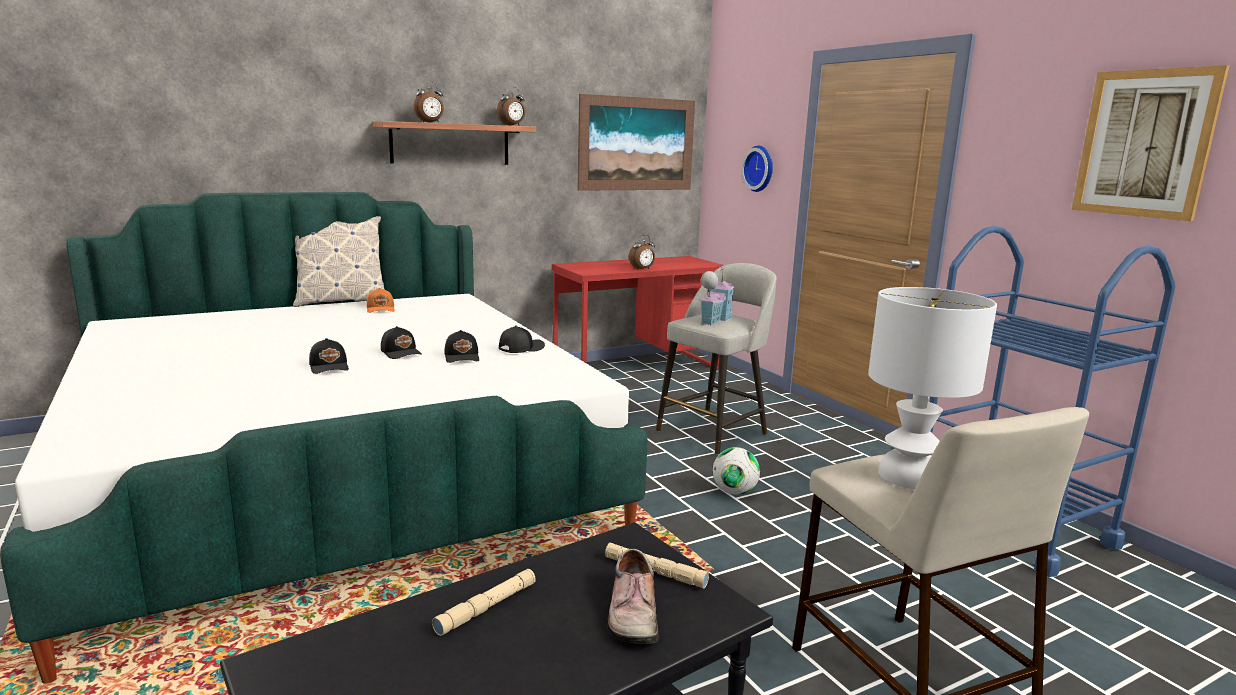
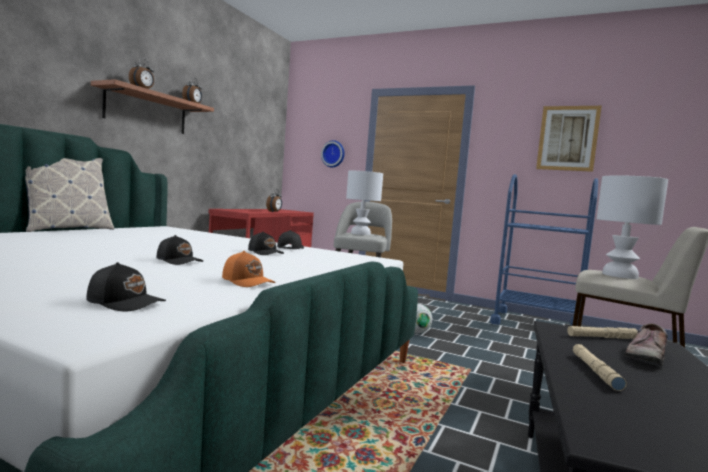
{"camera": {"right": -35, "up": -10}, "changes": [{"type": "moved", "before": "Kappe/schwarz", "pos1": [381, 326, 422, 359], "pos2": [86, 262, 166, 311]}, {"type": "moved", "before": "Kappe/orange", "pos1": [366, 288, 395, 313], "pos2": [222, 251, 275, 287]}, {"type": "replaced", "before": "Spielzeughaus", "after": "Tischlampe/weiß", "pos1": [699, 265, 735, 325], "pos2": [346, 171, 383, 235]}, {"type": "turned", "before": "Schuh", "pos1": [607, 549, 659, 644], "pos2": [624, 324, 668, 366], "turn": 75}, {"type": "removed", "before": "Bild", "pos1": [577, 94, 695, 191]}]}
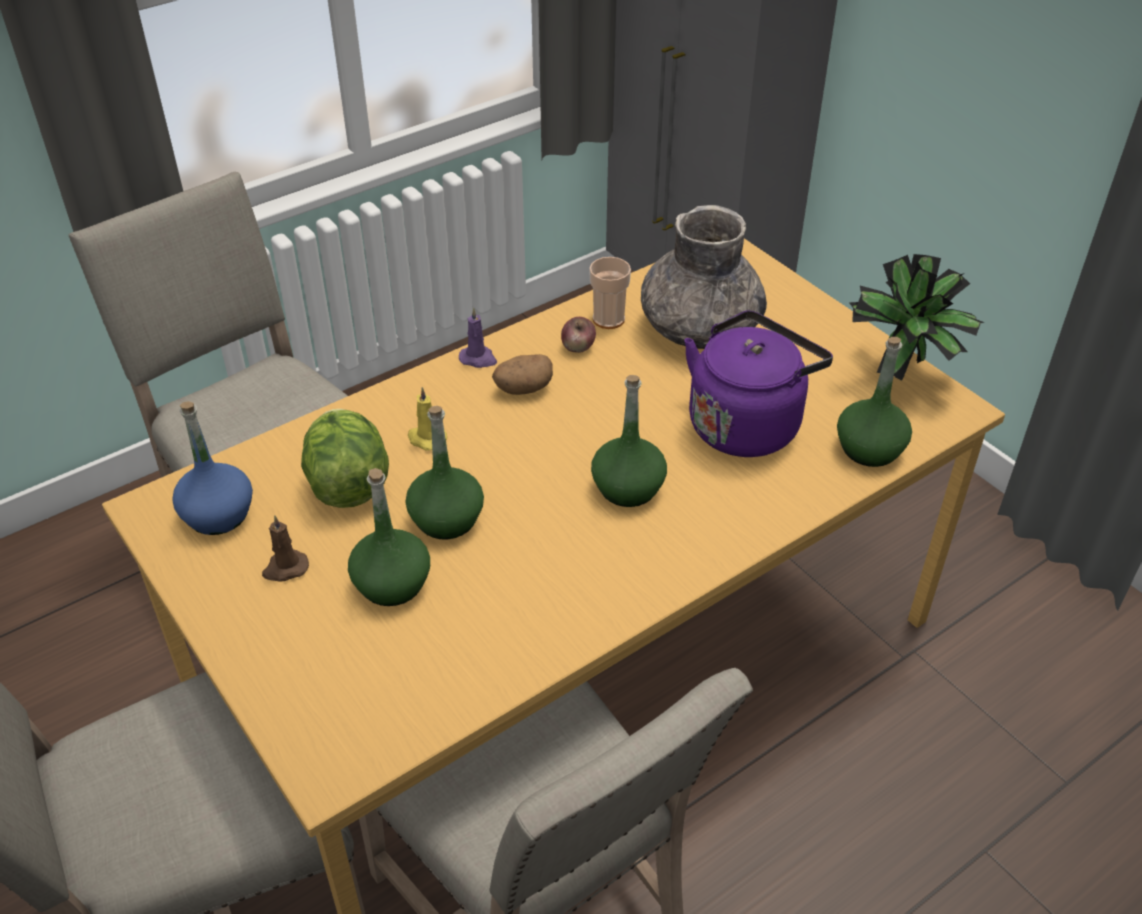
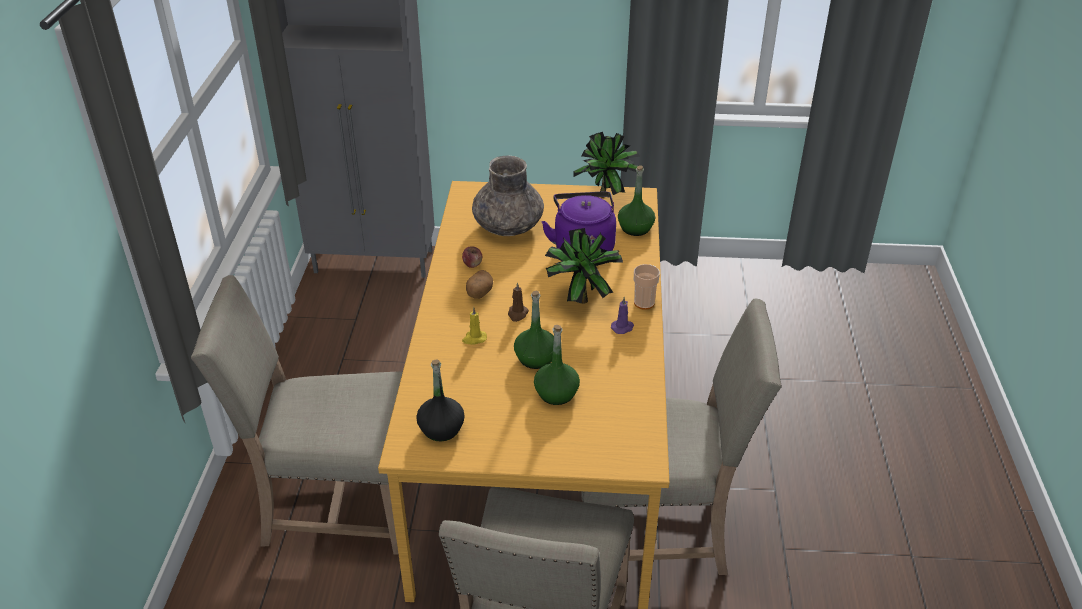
{"camera": {"right": -50, "up": -5}, "changes": [{"type": "recoloured", "before": "Flasche/blau", "after": "Flasche/schwarz", "pos1": [172, 401, 253, 535], "pos2": [416, 359, 465, 441]}, {"type": "moved", "before": "Kerze/braun", "pos1": [262, 515, 309, 582], "pos2": [508, 282, 529, 322]}, {"type": "replaced", "before": "Flasche/grün", "after": "Topfpflanze", "pos1": [591, 375, 667, 507], "pos2": [545, 228, 623, 304]}, {"type": "moved", "before": "Kerze/lila", "pos1": [459, 307, 497, 368], "pos2": [611, 297, 634, 334]}, {"type": "moved", "before": "Tasse", "pos1": [589, 257, 631, 329], "pos2": [634, 264, 660, 310]}, {"type": "removed", "before": "Salatkopf", "pos1": [301, 409, 389, 508]}]}
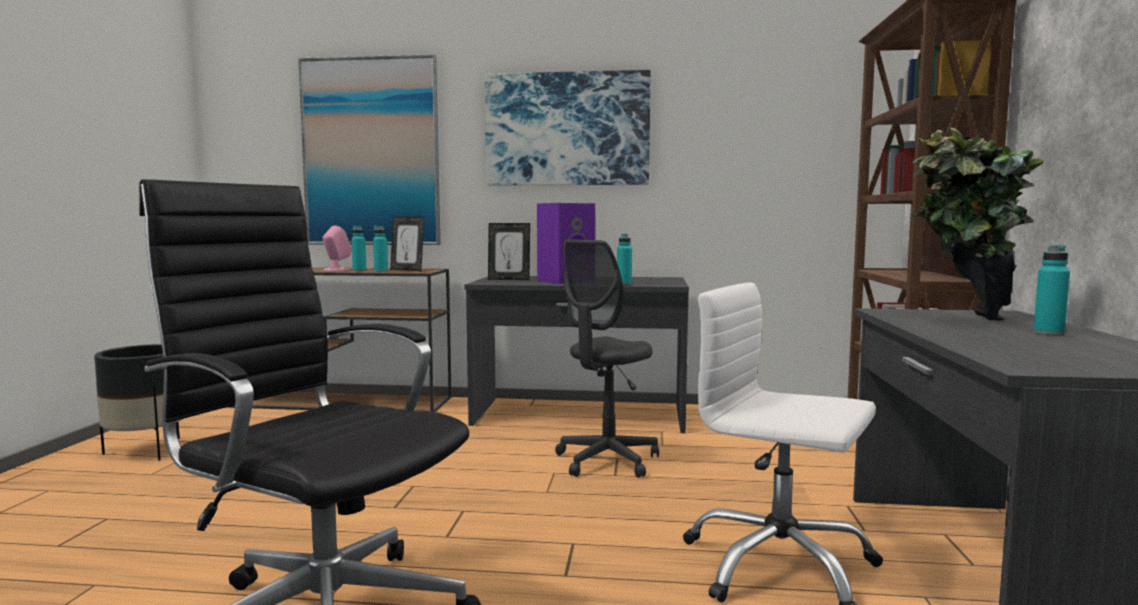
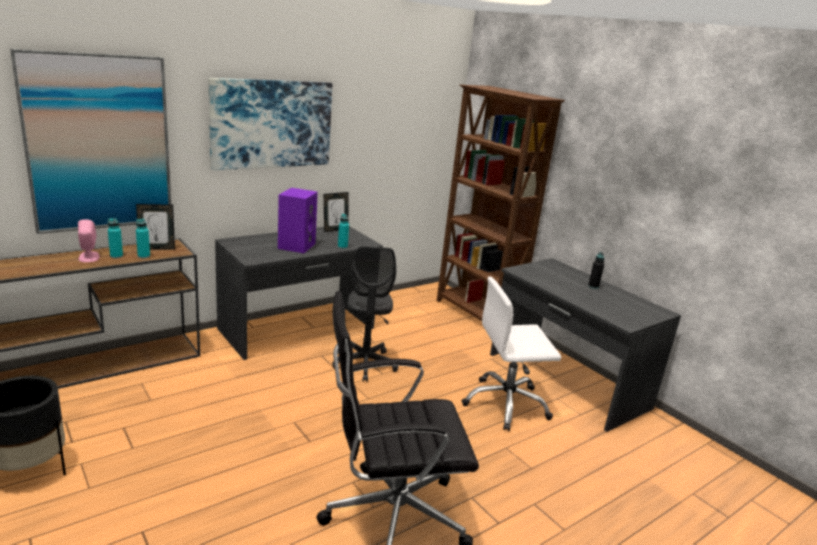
{"camera": {"right": -45, "up": 15}, "changes": [{"type": "moved", "before": "Bilderrahmen", "pos1": [488, 223, 530, 280], "pos2": [324, 192, 349, 232]}, {"type": "recoloured", "before": "Flasche/türkis", "after": "Flasche/schwarz", "pos1": [1033, 245, 1070, 335], "pos2": [588, 252, 605, 289]}, {"type": "removed", "before": "Topfpflanze", "pos1": [910, 128, 1044, 321]}]}
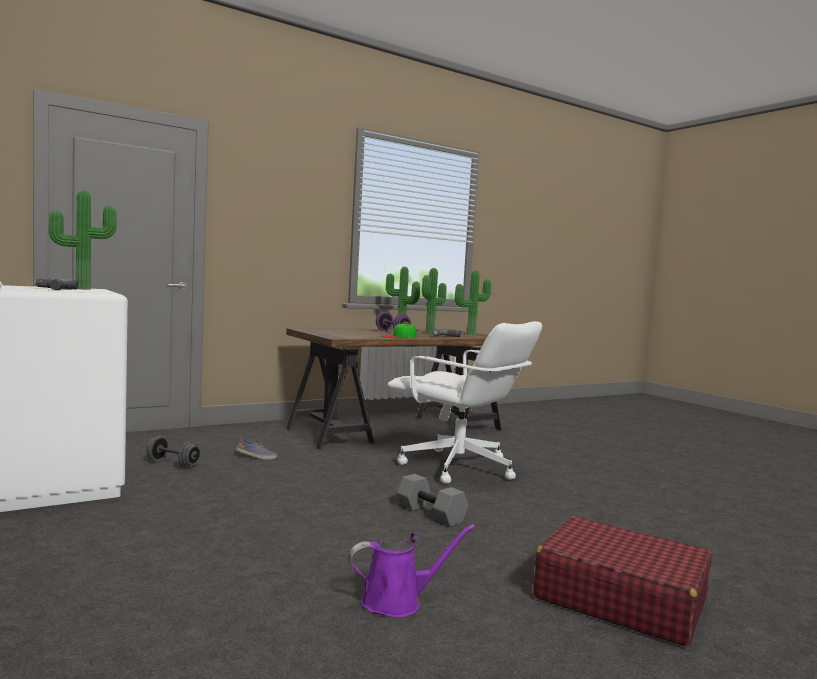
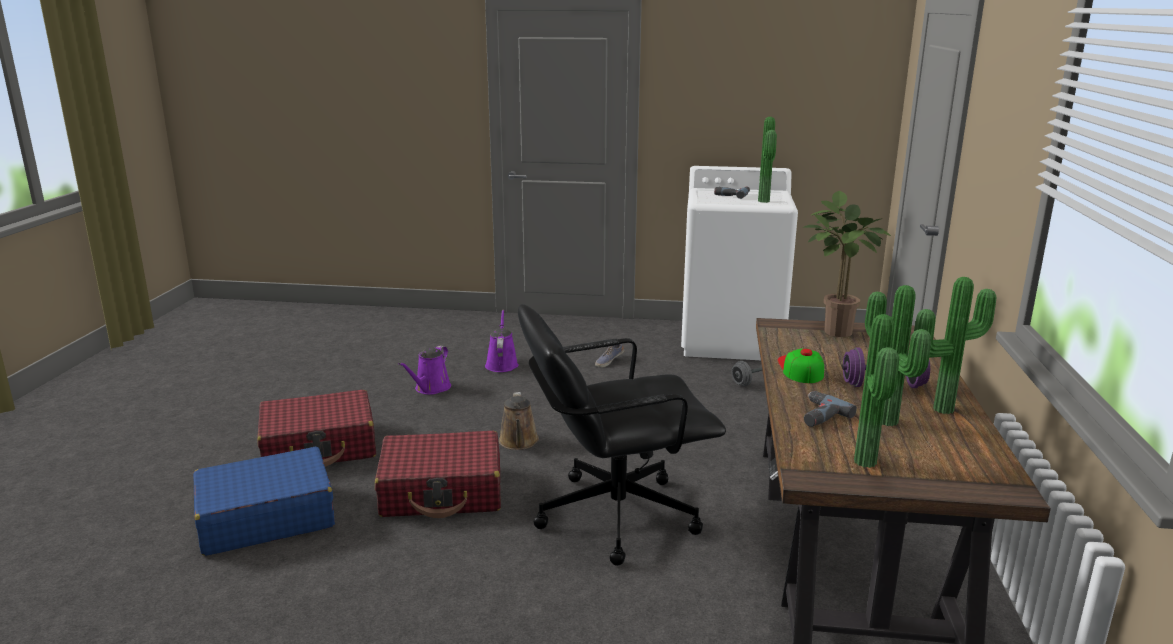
{"camera": {"right": 130, "up": 15}, "changes": [{"type": "added", "after": "Koffer/blau", "pos2": [193, 447, 335, 556]}, {"type": "added", "after": "Koffer/rot", "pos2": [375, 431, 501, 518]}, {"type": "added", "after": "Gießkanne/lila", "pos2": [485, 310, 519, 372]}, {"type": "replaced", "before": "Hantel/grau", "after": "Gießkanne/braun", "pos1": [397, 474, 468, 526], "pos2": [499, 392, 539, 450]}, {"type": "recoloured", "before": "Bürostuhl/weiß", "after": "Bürostuhl/schwarz", "pos1": [388, 321, 542, 484], "pos2": [518, 304, 726, 566]}, {"type": "moved", "before": "Schuh", "pos1": [236, 438, 278, 460], "pos2": [595, 344, 624, 367]}, {"type": "added", "after": "Topfpflanze", "pos2": [803, 191, 891, 337]}]}
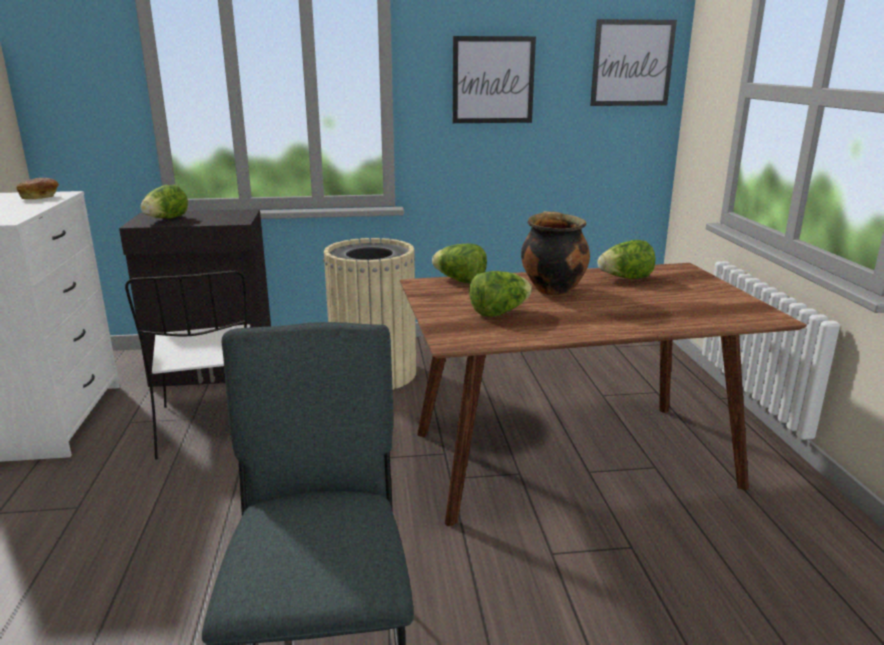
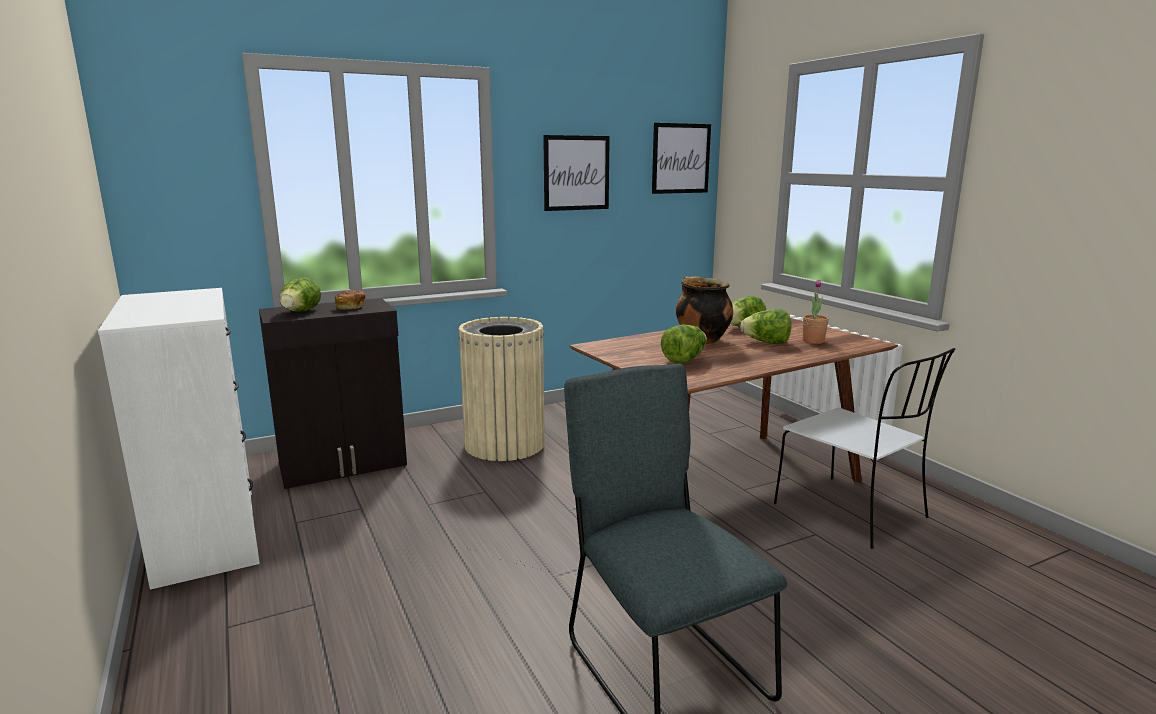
{"camera": {"right": -20, "up": -5}, "changes": [{"type": "moved", "before": "Brot", "pos1": [17, 178, 59, 199], "pos2": [335, 290, 366, 309]}, {"type": "moved", "before": "Salatkopf", "pos1": [432, 243, 487, 284], "pos2": [740, 309, 791, 344]}, {"type": "moved", "before": "Stuhl/weiß", "pos1": [125, 270, 250, 460], "pos2": [774, 348, 955, 549]}, {"type": "added", "after": "Topfpflanze", "pos2": [803, 280, 829, 344]}]}
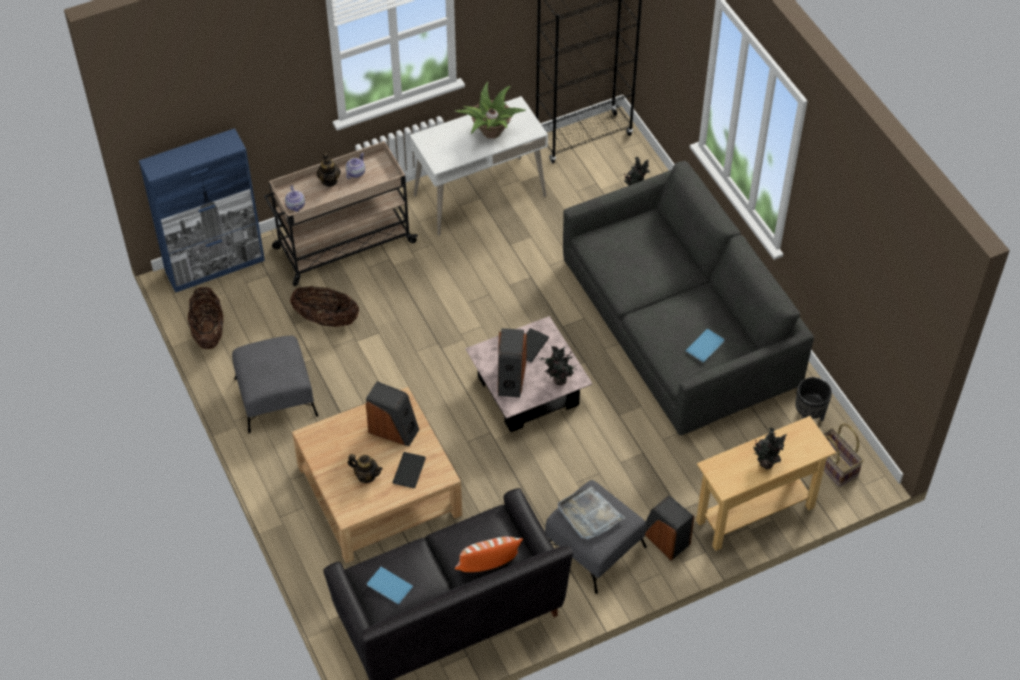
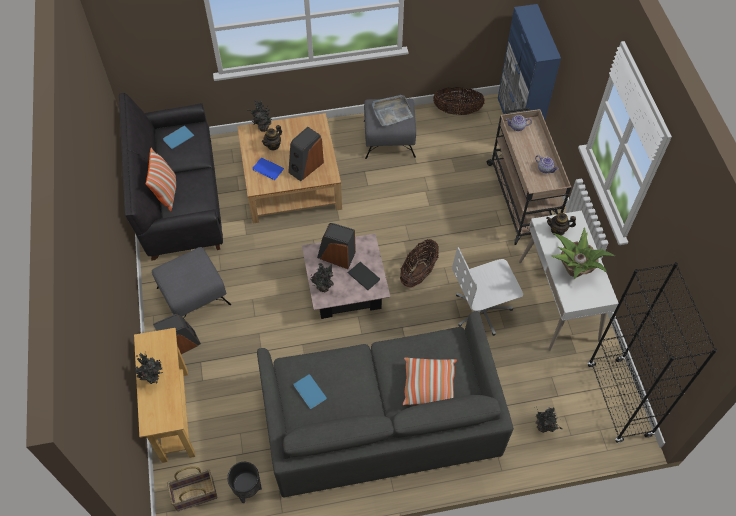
{"camera": {"right": 105, "up": 5}, "changes": [{"type": "added", "after": "Topfpflanze", "pos2": [247, 100, 272, 132]}, {"type": "recoloured", "before": "Buch/schwarz", "after": "Buch/blau", "pos1": [392, 452, 426, 488], "pos2": [253, 157, 284, 180]}, {"type": "moved", "before": "Tablett/grau", "pos1": [558, 487, 625, 539], "pos2": [372, 95, 413, 126]}, {"type": "moved", "before": "Korb", "pos1": [290, 286, 359, 327], "pos2": [400, 239, 439, 288]}, {"type": "added", "after": "Kissen", "pos2": [403, 358, 457, 405]}, {"type": "added", "after": "Bürostuhl/weiß", "pos2": [452, 247, 523, 336]}, {"type": "moved", "before": "Teekanne", "pos1": [316, 153, 341, 187], "pos2": [546, 213, 576, 236]}]}
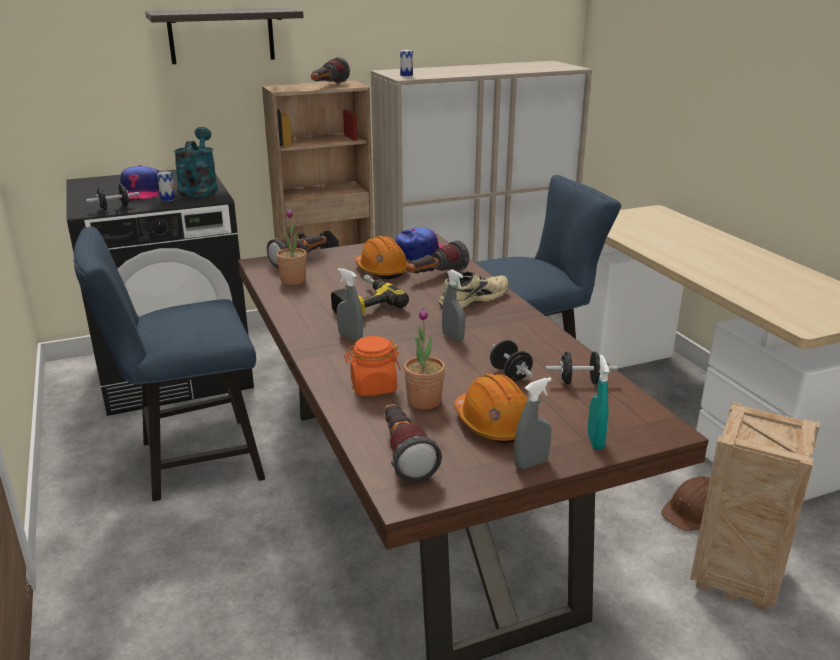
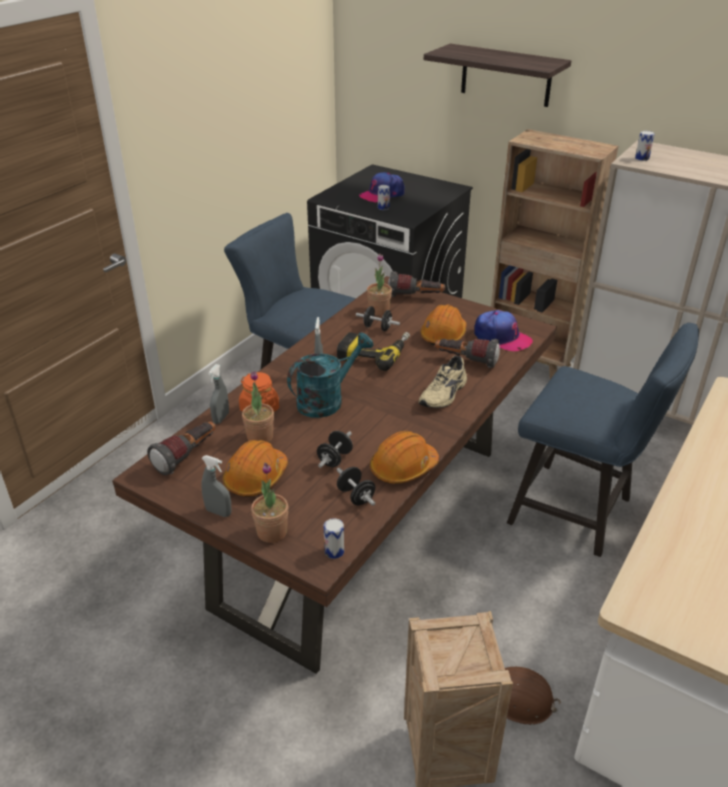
{"camera": {"right": 55, "up": 10}, "changes": [{"type": "moved", "before": "Sprühflasche/grau", "pos1": [442, 270, 465, 342], "pos2": [208, 364, 229, 424]}, {"type": "replaced", "before": "Sprühflasche/türkis", "after": "Topfpflanze", "pos1": [588, 355, 609, 450], "pos2": [251, 463, 288, 543]}, {"type": "moved", "before": "Gießkanne/türkis", "pos1": [174, 127, 218, 197], "pos2": [287, 333, 373, 418]}, {"type": "added", "after": "Dose", "pos2": [324, 518, 344, 559]}, {"type": "moved", "before": "Hantel/schwarz", "pos1": [86, 184, 139, 210], "pos2": [356, 306, 400, 331]}, {"type": "added", "after": "Schutzhelm/orange", "pos2": [370, 431, 439, 484]}, {"type": "turned", "before": "Schuh/beige", "pos1": [439, 272, 509, 308], "pos2": [419, 356, 467, 408], "turn": 105}, {"type": "removed", "before": "Taschenlampe", "pos1": [311, 57, 350, 84]}]}
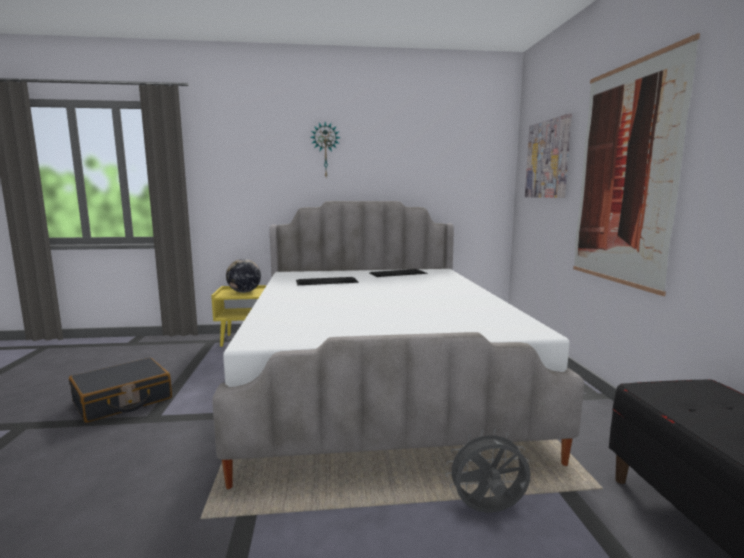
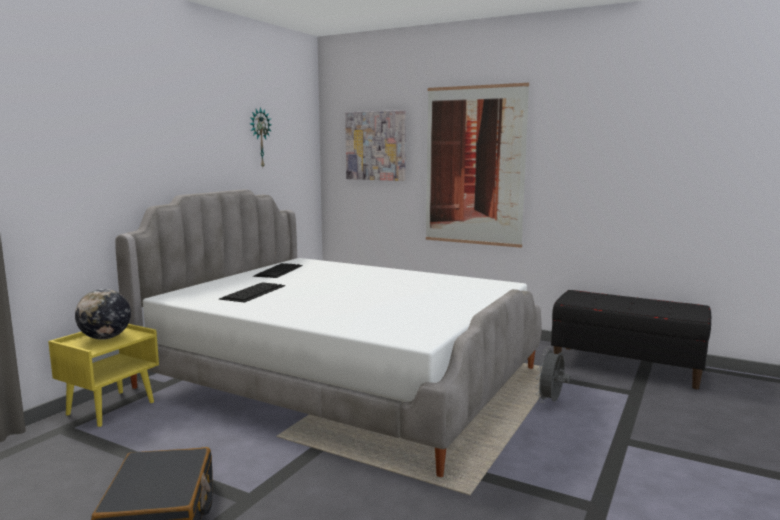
{"camera": {"right": -55, "up": 0}, "changes": [{"type": "moved", "before": "Wanduhr", "pos1": [310, 122, 341, 177], "pos2": [250, 107, 271, 167]}]}
